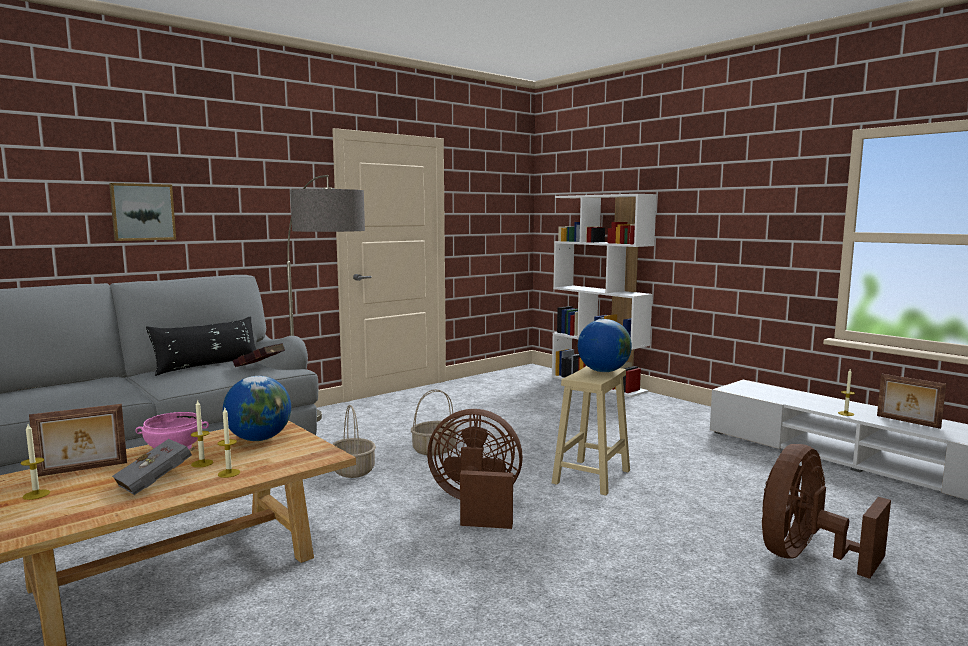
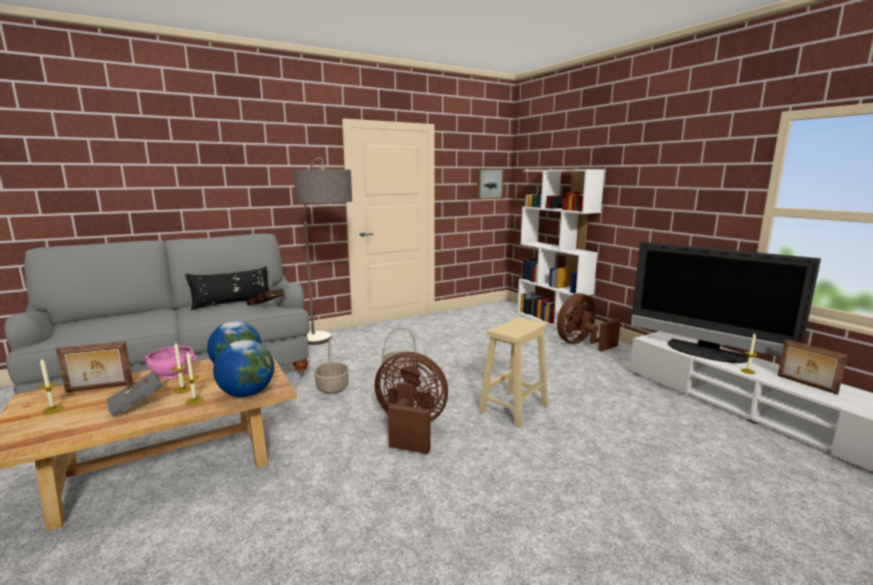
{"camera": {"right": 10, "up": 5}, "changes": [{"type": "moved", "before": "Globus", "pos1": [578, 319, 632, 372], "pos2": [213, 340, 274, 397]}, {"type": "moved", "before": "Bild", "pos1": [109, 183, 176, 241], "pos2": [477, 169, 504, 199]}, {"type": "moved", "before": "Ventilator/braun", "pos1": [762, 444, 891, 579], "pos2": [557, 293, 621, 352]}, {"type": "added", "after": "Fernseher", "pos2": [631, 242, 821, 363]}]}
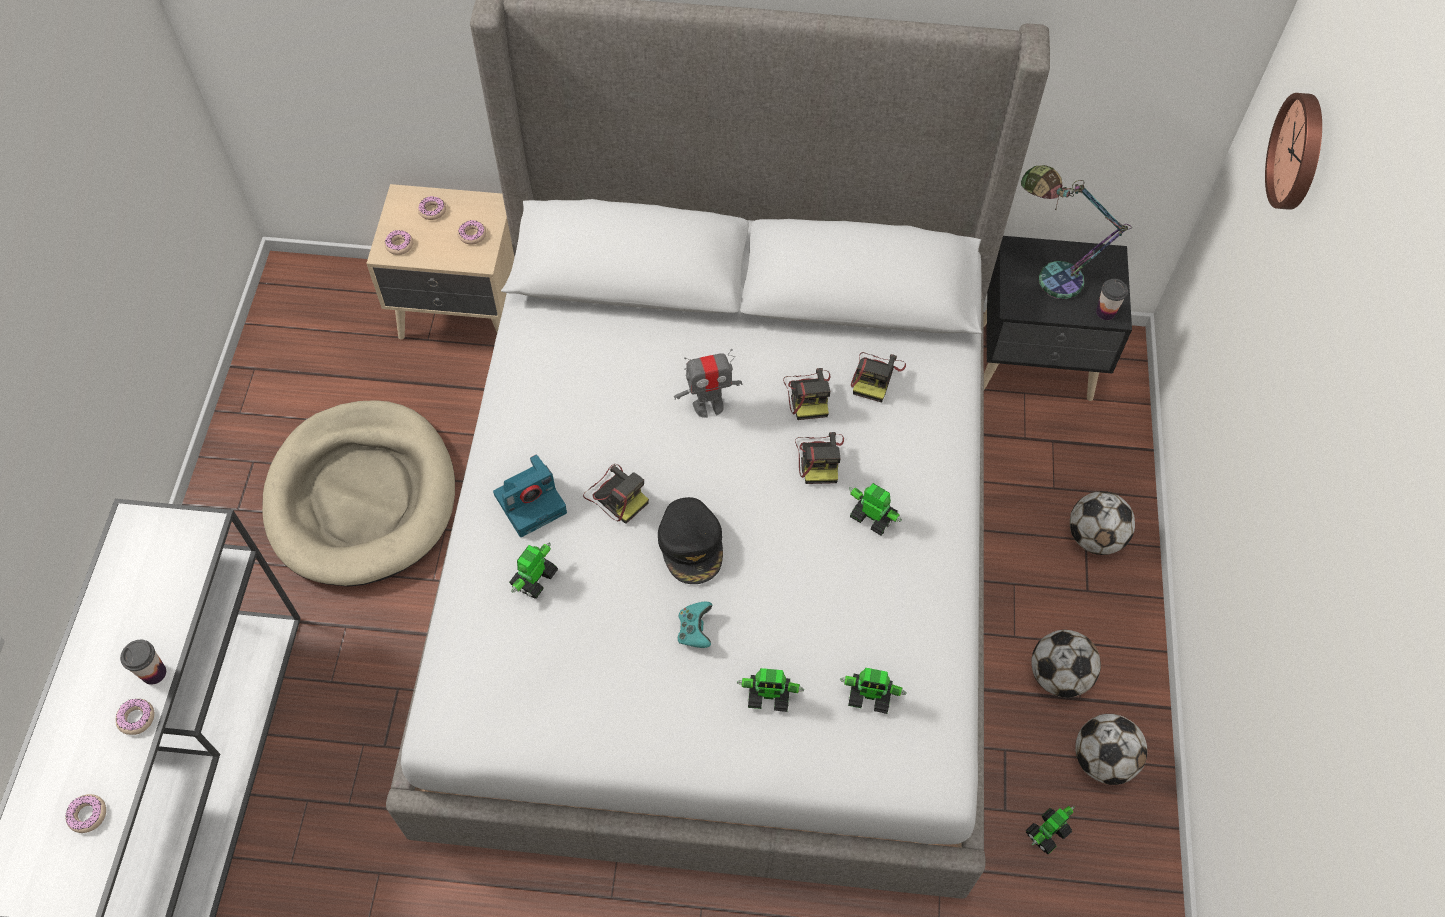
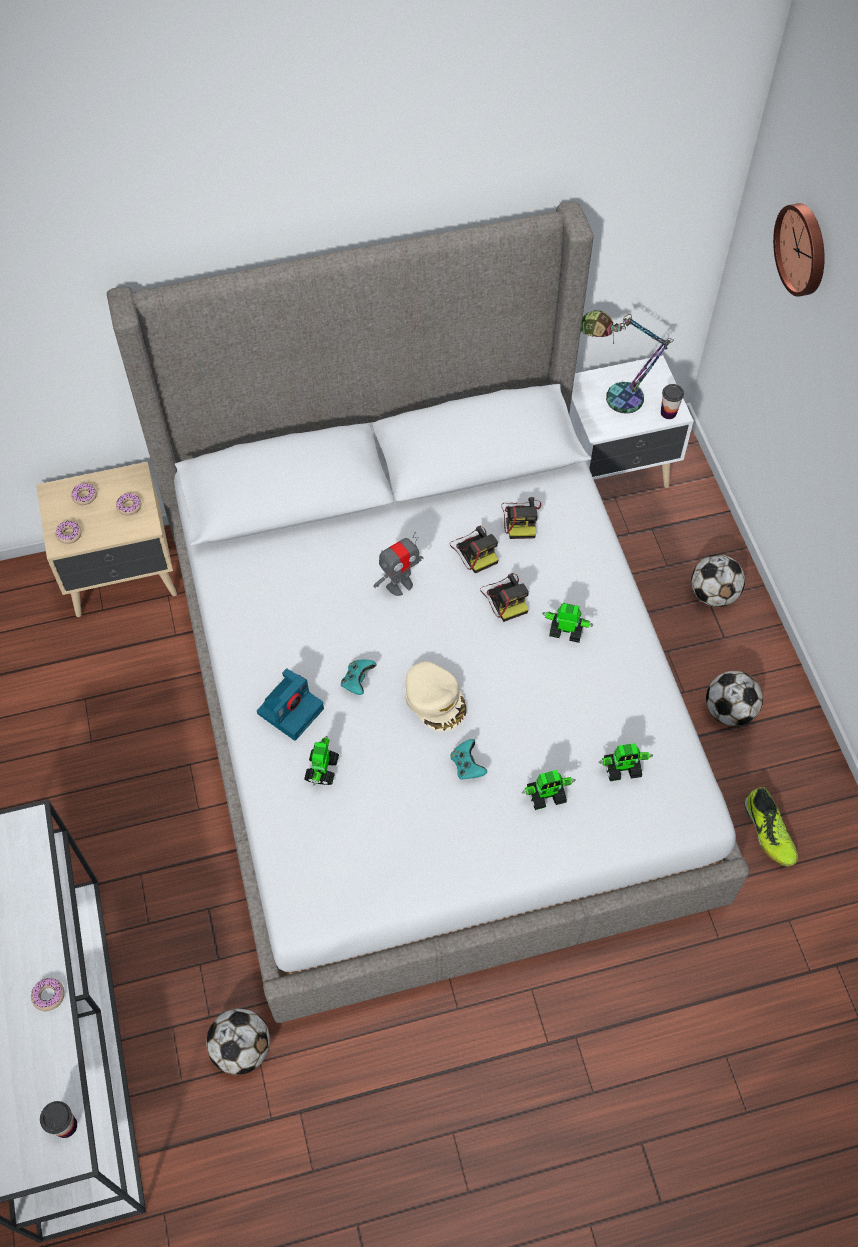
{"camera": {"right": -20, "up": 0}, "changes": [{"type": "moved", "before": "Tasse", "pos1": [120, 640, 166, 685], "pos2": [40, 1101, 77, 1138]}, {"type": "moved", "before": "Fußball", "pos1": [1075, 714, 1147, 785], "pos2": [206, 1009, 270, 1075]}, {"type": "replaced", "before": "Kamera", "after": "Gamepad/türkis", "pos1": [583, 464, 649, 524], "pos2": [341, 660, 377, 695]}, {"type": "recoloured", "before": "Kappe/schwarz", "after": "Kappe/beige", "pos1": [658, 497, 723, 584], "pos2": [405, 661, 467, 731]}, {"type": "recoloured", "before": "Nachttisch/schwarz", "after": "Nachttisch/weiß", "pos1": [984, 236, 1132, 401], "pos2": [569, 355, 694, 488]}, {"type": "replaced", "before": "Spielzeugroboter", "after": "Schuh", "pos1": [1026, 806, 1075, 854], "pos2": [744, 787, 798, 867]}, {"type": "removed", "before": "Donut", "pos1": [65, 794, 106, 833]}, {"type": "removed", "before": "Hundebett/beige", "pos1": [262, 400, 455, 587]}]}
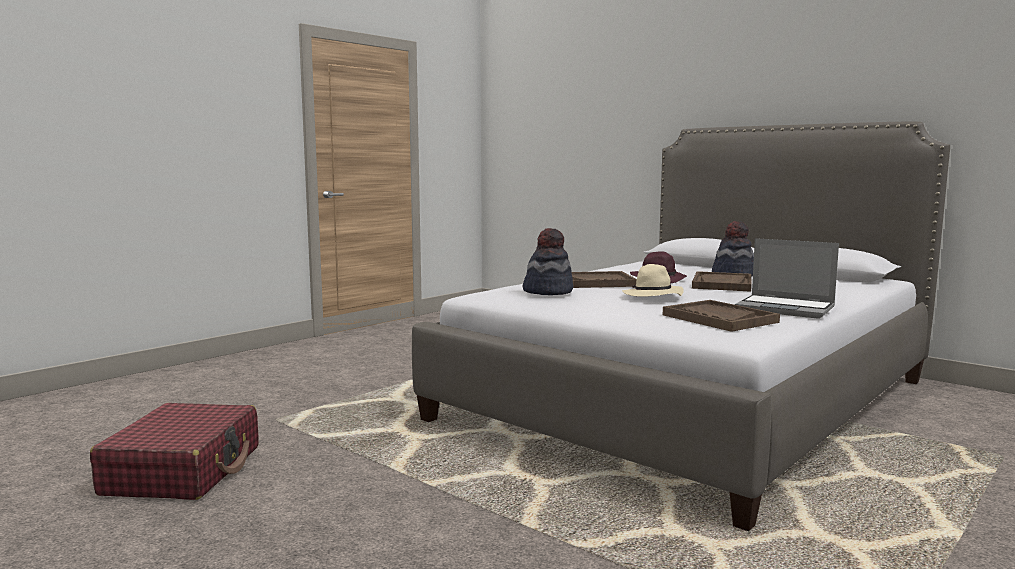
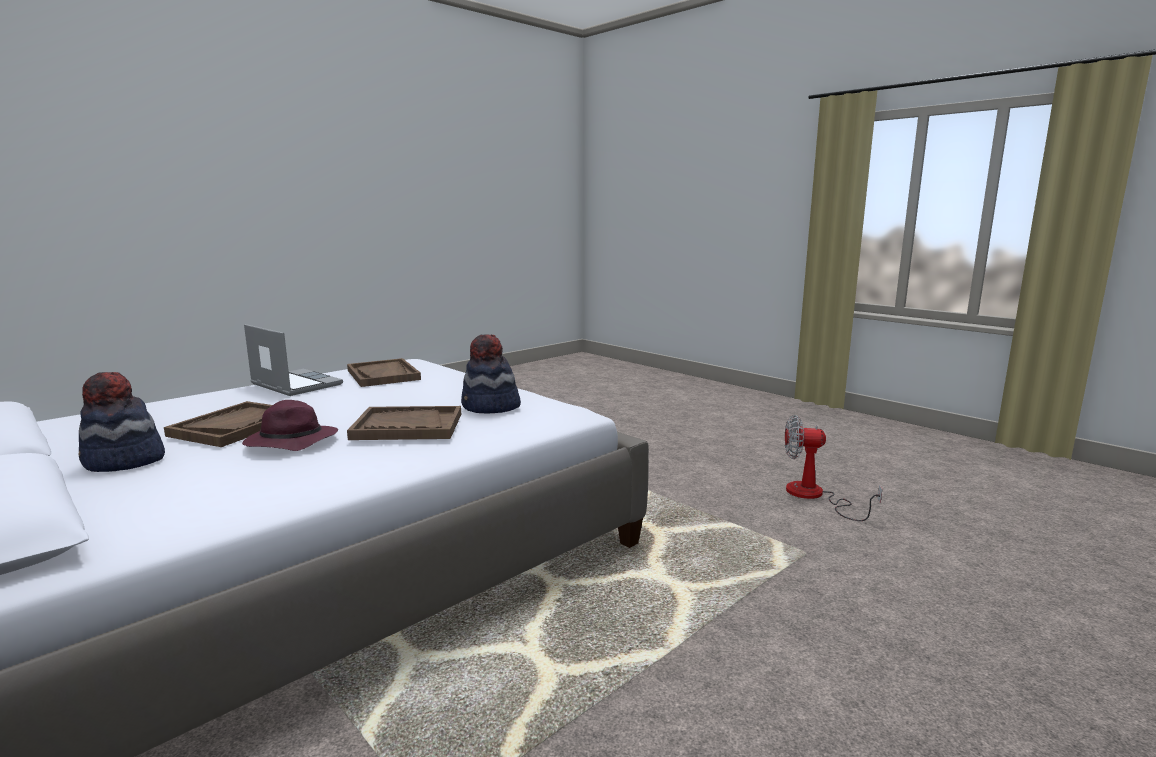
{"camera": {"right": -175, "up": 5}, "changes": [{"type": "replaced", "before": "Koffer/rot", "after": "Ventilator", "pos1": [90, 403, 258, 500], "pos2": [785, 415, 883, 521]}, {"type": "removed", "before": "Hut/beige", "pos1": [622, 264, 684, 297]}]}
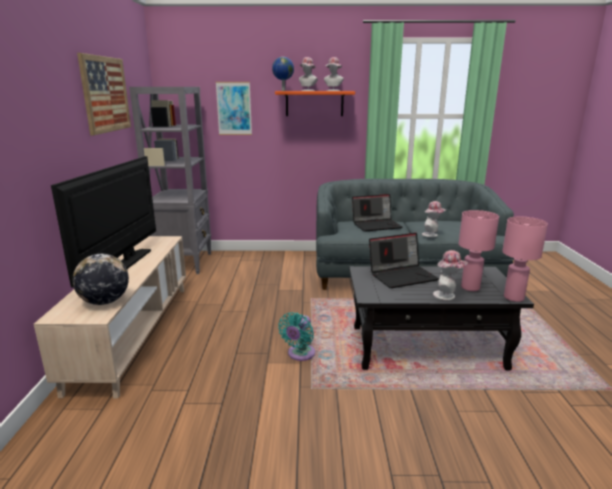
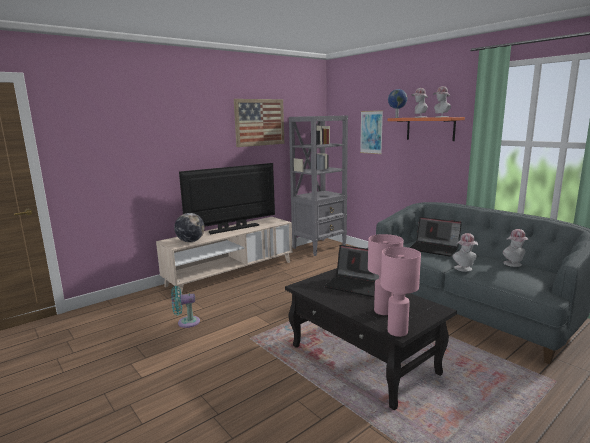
{"camera": {"right": 50, "up": -5}, "changes": [{"type": "moved", "before": "Ventilator/türkis", "pos1": [278, 312, 315, 361], "pos2": [171, 286, 200, 328]}, {"type": "moved", "before": "Hut", "pos1": [433, 250, 468, 300], "pos2": [503, 229, 530, 267]}]}
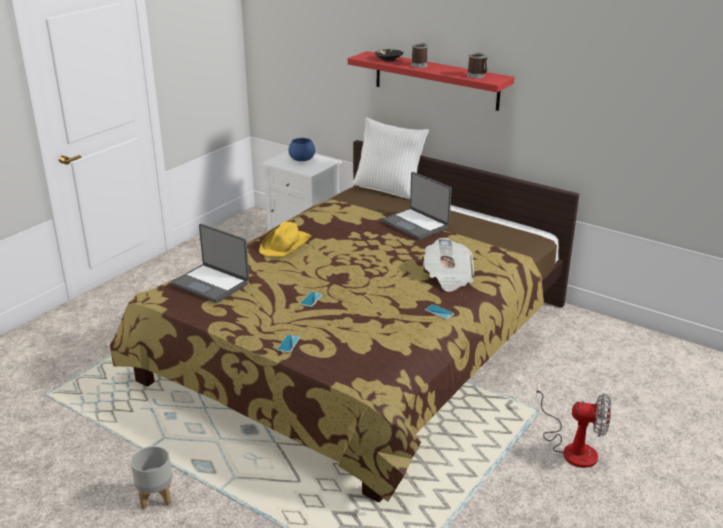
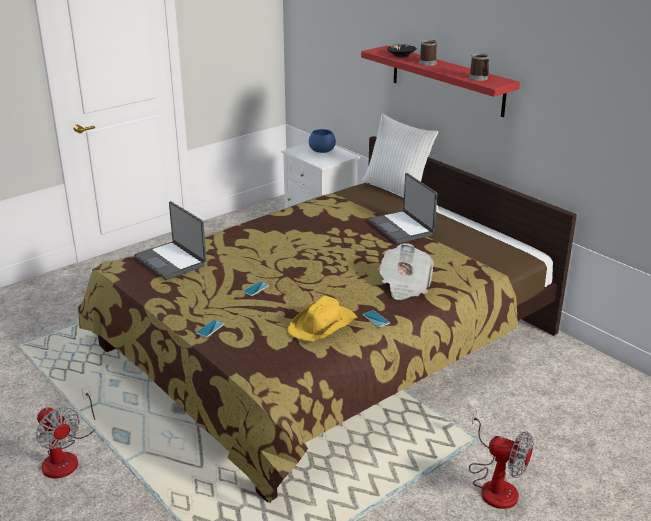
{"camera": {"right": 15, "up": 0}, "changes": [{"type": "replaced", "before": "Pflanzkübel/grau", "after": "Ventilator", "pos1": [131, 446, 172, 509], "pos2": [36, 386, 95, 478]}, {"type": "moved", "before": "Hut/gelb", "pos1": [259, 222, 312, 256], "pos2": [288, 296, 357, 342]}]}
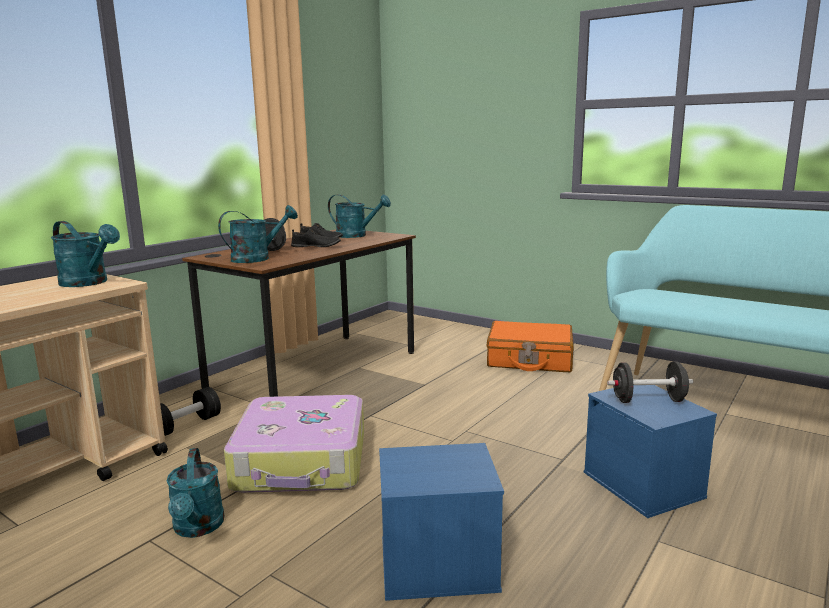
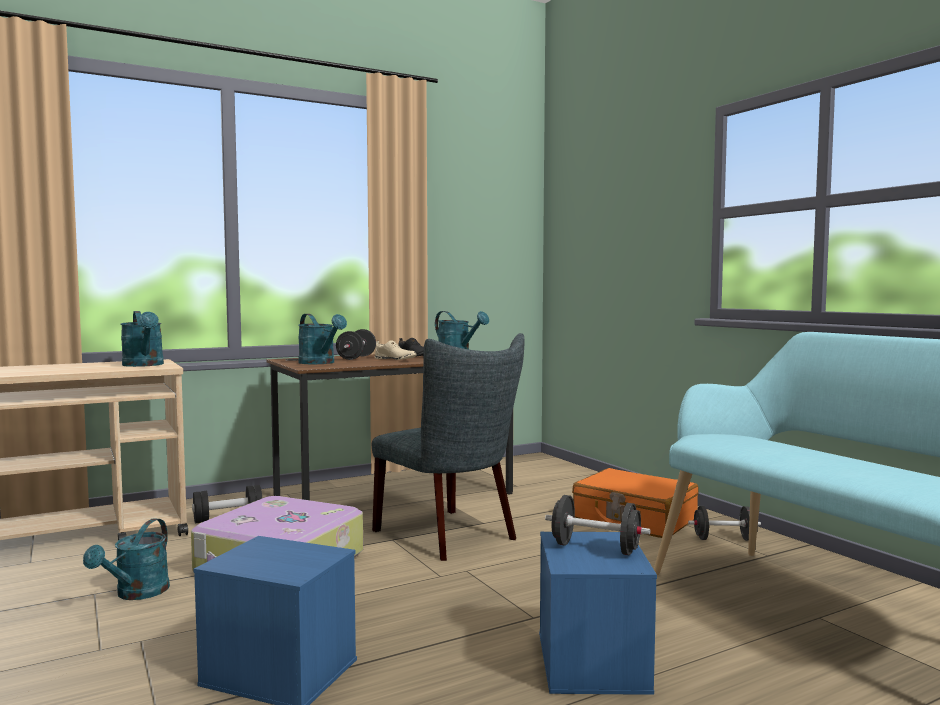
{"camera": {"right": 25, "up": -10}, "changes": [{"type": "turned", "before": "Gießkanne/türkis", "pos1": [218, 205, 298, 263], "pos2": [298, 314, 347, 364], "turn": 60}, {"type": "added", "after": "Stuhl/grau", "pos2": [372, 333, 524, 561]}, {"type": "recoloured", "before": "Schuh/schwarz", "after": "Schuh/beige", "pos1": [291, 228, 341, 247], "pos2": [374, 340, 416, 360]}, {"type": "added", "after": "Hantel/schwarz", "pos2": [688, 506, 761, 541]}]}
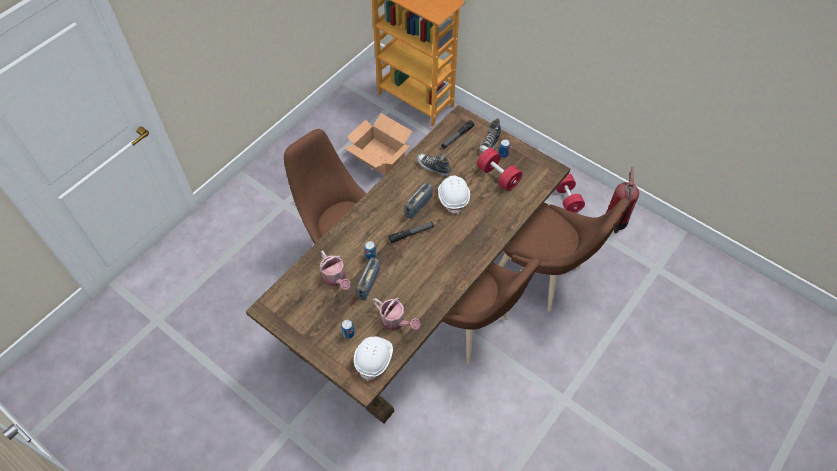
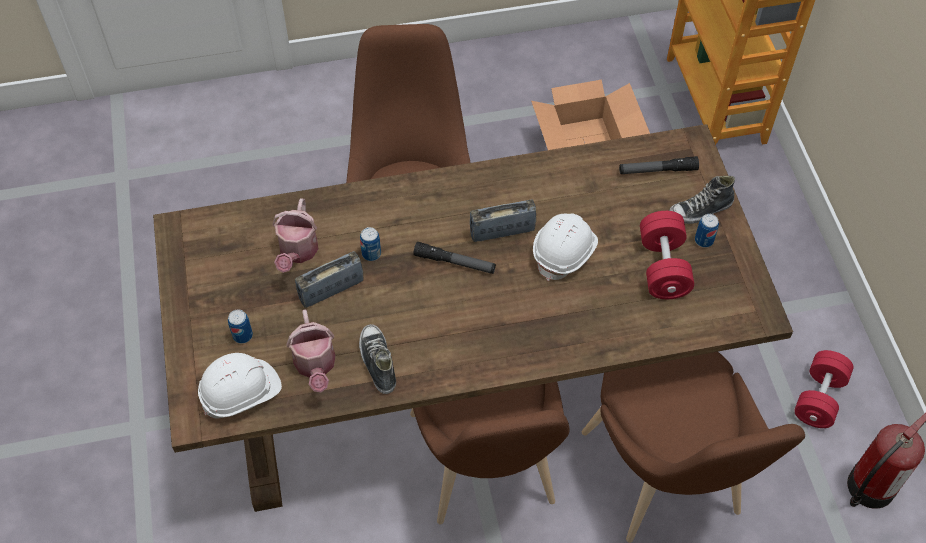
{"camera": {"right": 40, "up": 0}, "changes": [{"type": "moved", "before": "Schuh", "pos1": [417, 153, 451, 176], "pos2": [359, 324, 396, 394]}]}
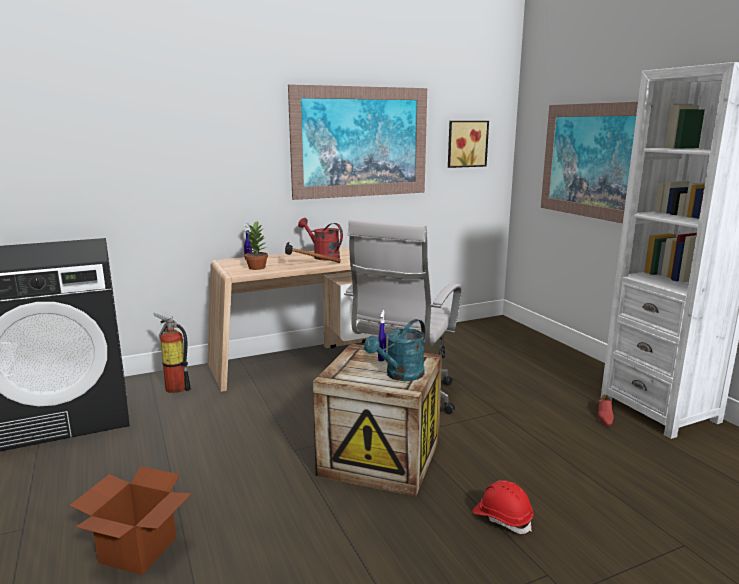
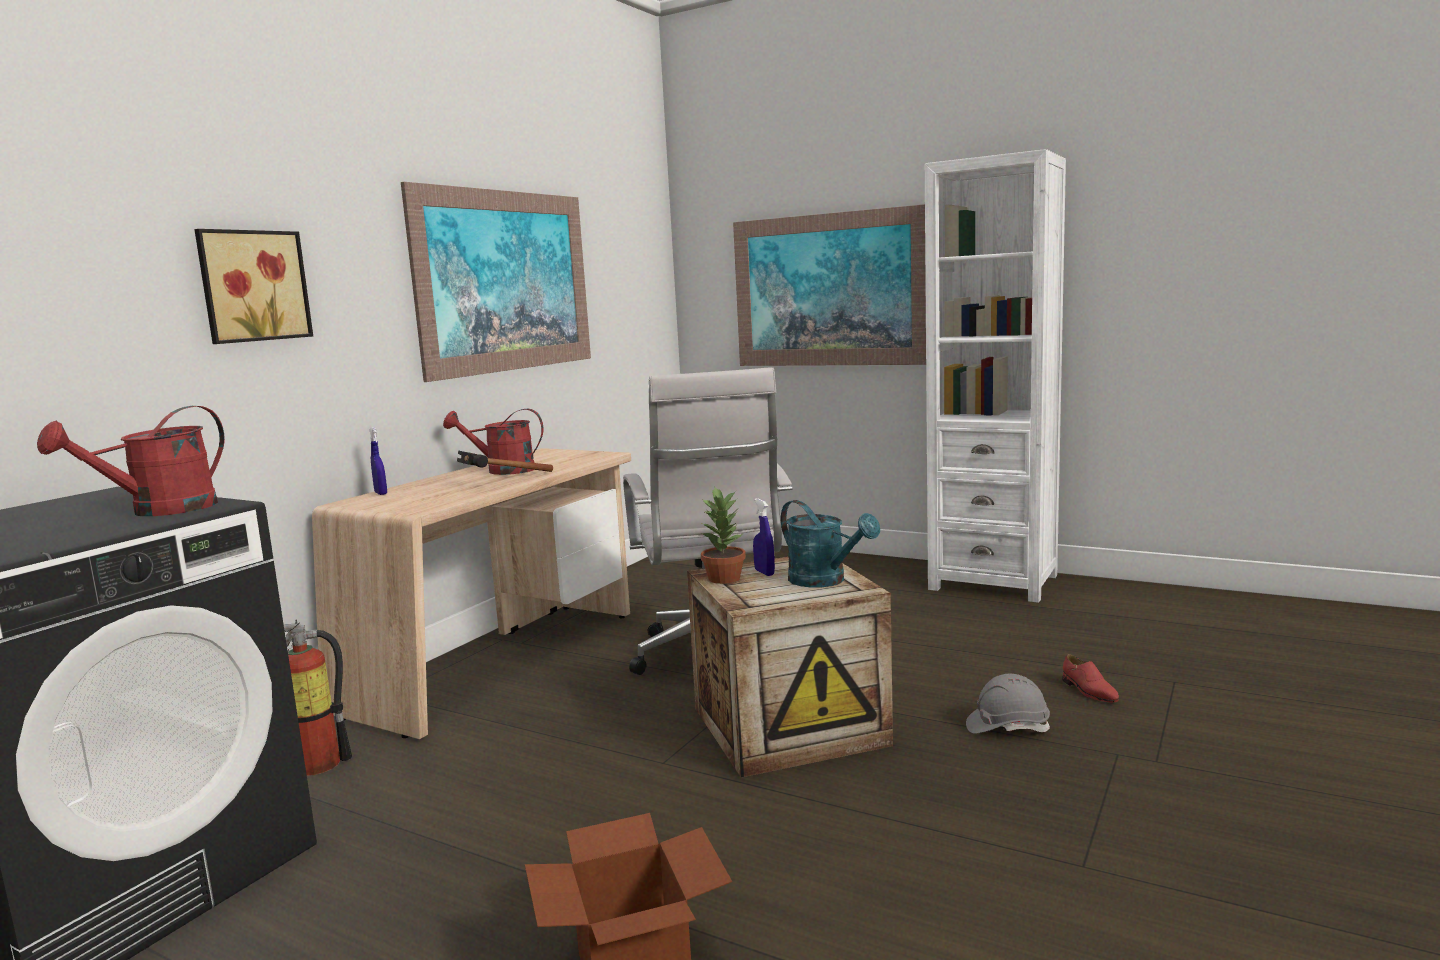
{"camera": {"right": -35, "up": -5}, "changes": [{"type": "added", "after": "Gießkanne/rot", "pos2": [37, 406, 225, 516]}, {"type": "moved", "before": "Bild", "pos1": [448, 121, 489, 168], "pos2": [194, 229, 313, 344]}, {"type": "moved", "before": "Topfpflanze", "pos1": [245, 220, 268, 270], "pos2": [701, 487, 746, 584]}, {"type": "turned", "before": "Gießkanne/türkis", "pos1": [364, 319, 425, 381], "pos2": [781, 500, 880, 587], "turn": -45}, {"type": "recoloured", "before": "Schutzhelm/rot", "after": "Schutzhelm/grau", "pos1": [472, 480, 534, 534], "pos2": [966, 674, 1050, 734]}, {"type": "moved", "before": "Schuh/rot", "pos1": [598, 394, 614, 426], "pos2": [1062, 654, 1119, 703]}]}
